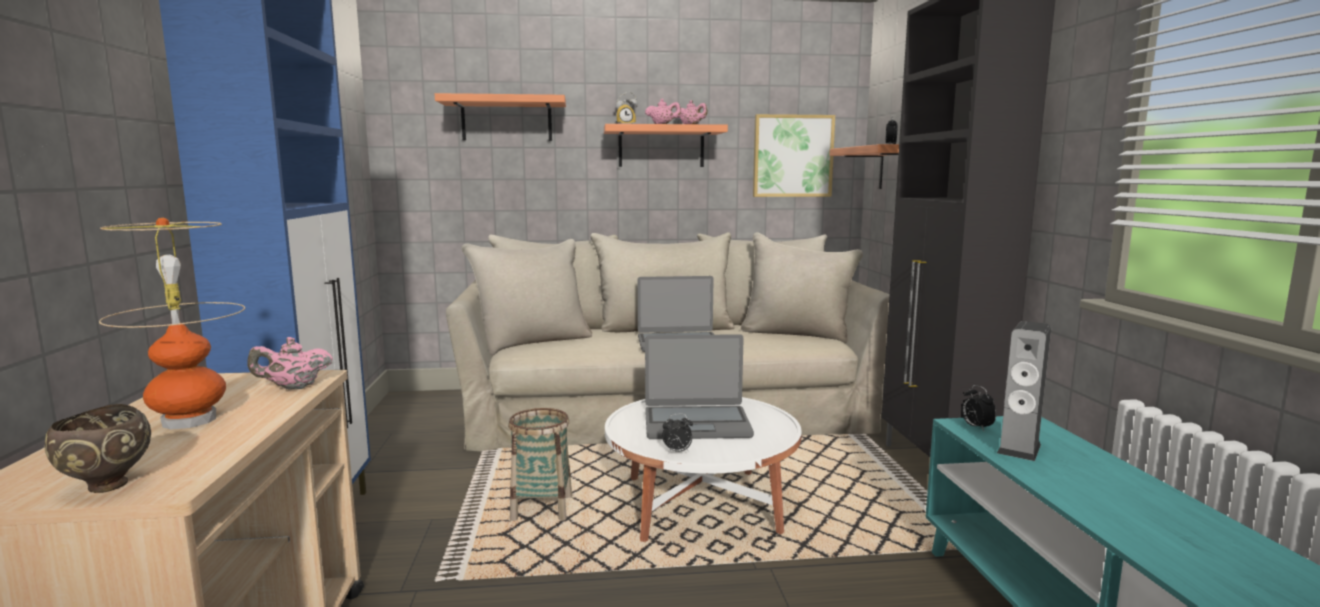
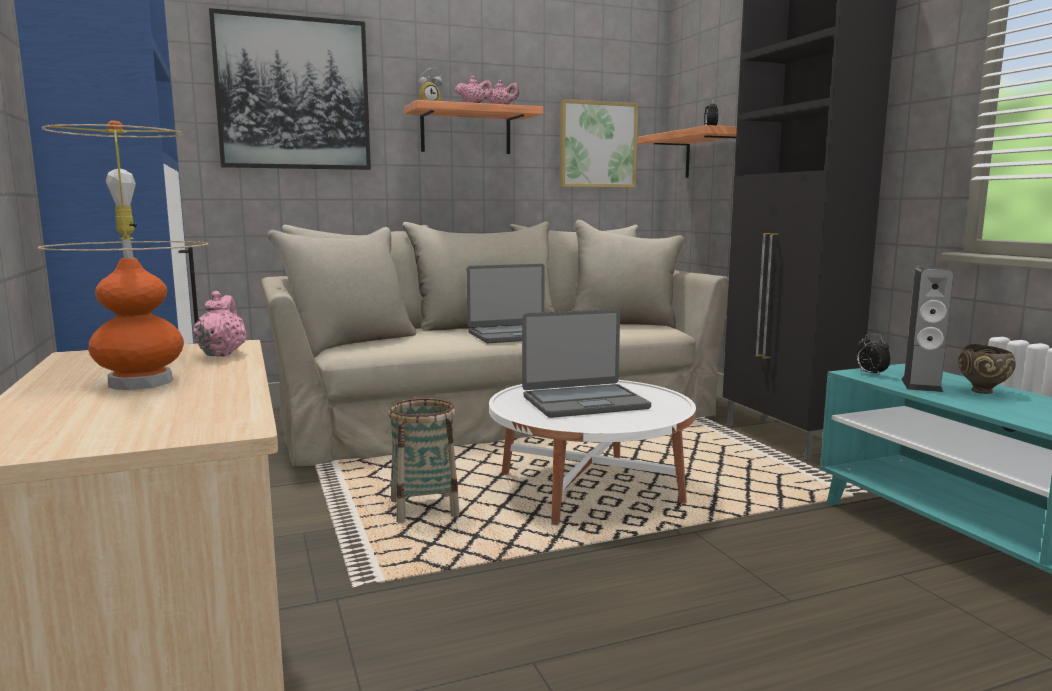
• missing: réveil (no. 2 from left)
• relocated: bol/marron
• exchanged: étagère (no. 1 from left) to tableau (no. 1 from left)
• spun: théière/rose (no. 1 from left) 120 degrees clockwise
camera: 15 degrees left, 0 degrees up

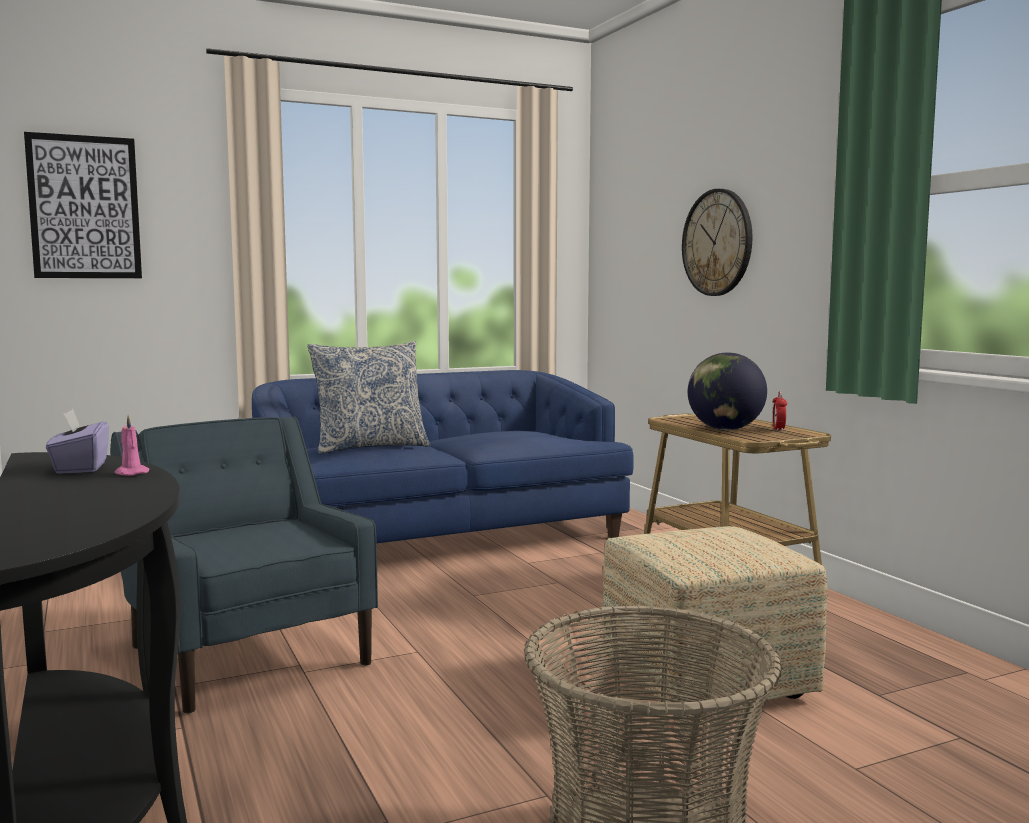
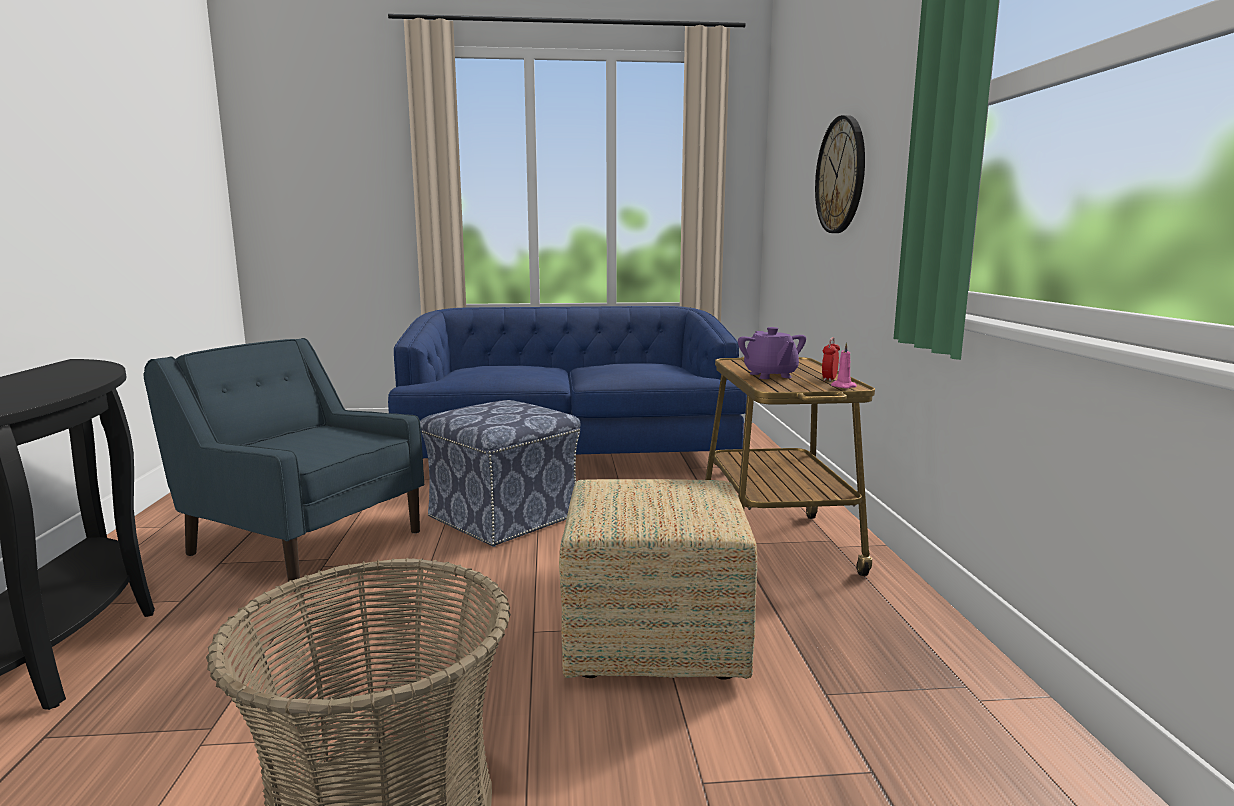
• missing: tableau
• missing: boîte à mouchoirs/violet
• missing: coussin
• appeared: pouf (no. 1 from left)
• relocated: bougie/rose
• exchanged: globe to théière/violet
• spun: fauteuil/bleu 45 degrees counterclockwise
camera: 20 degrees right, 5 degrees up

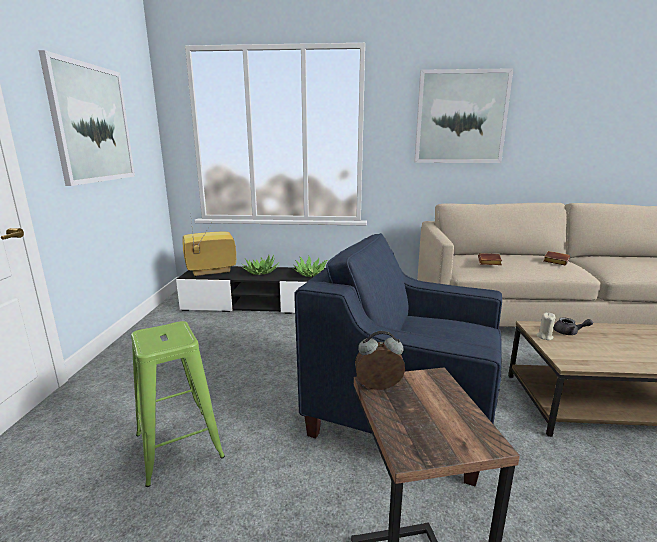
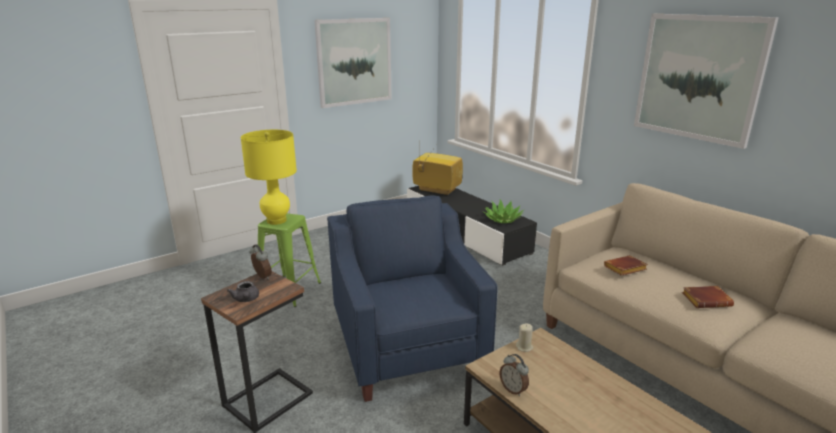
• missing: plante en pot (no. 1 from left)
• appeared: lampe de table/jaune
• appeared: réveil (no. 2 from left)
• relocated: théière/gris
camera: 50 degrees right, 5 degrees up

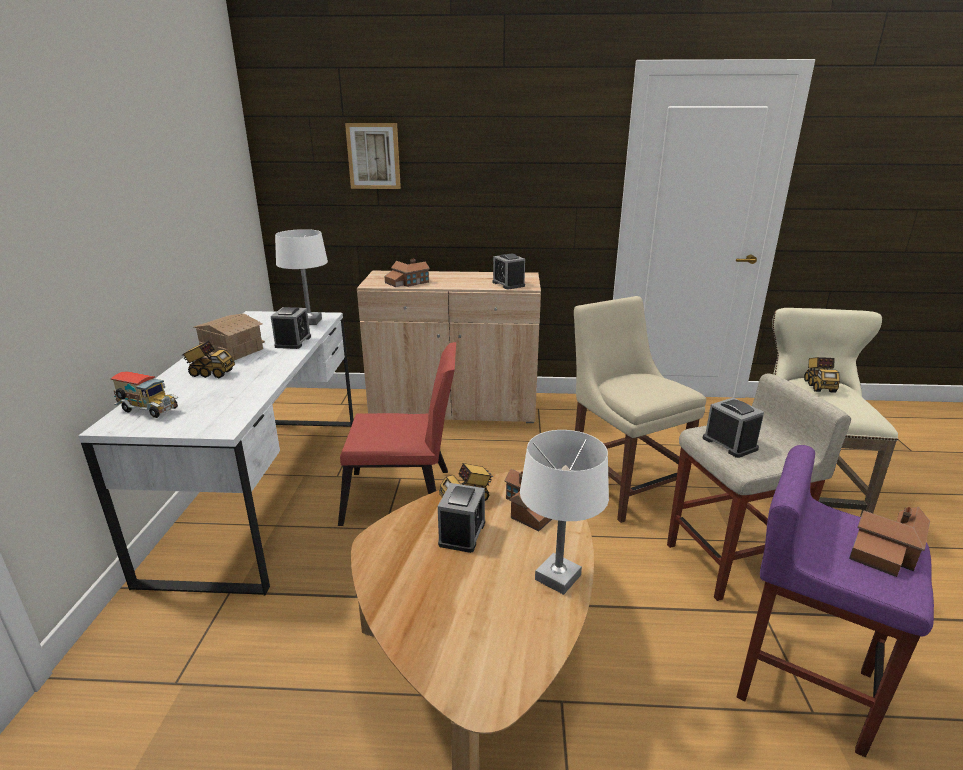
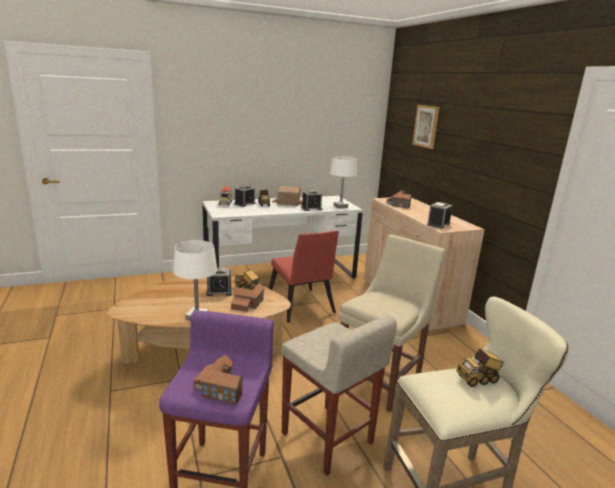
• relocated: réveil (no. 4 from left in the first image) to réveil (no. 2 from left)
camera: 65 degrees right, 5 degrees down

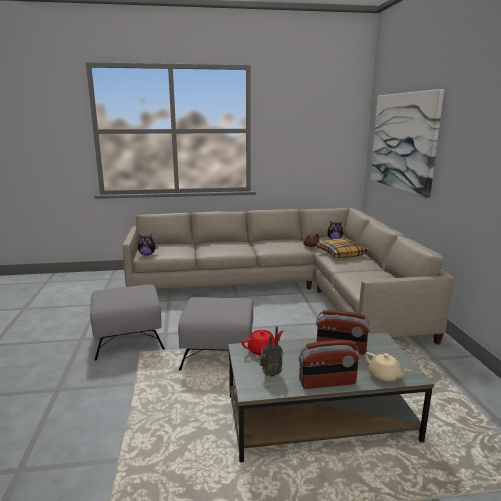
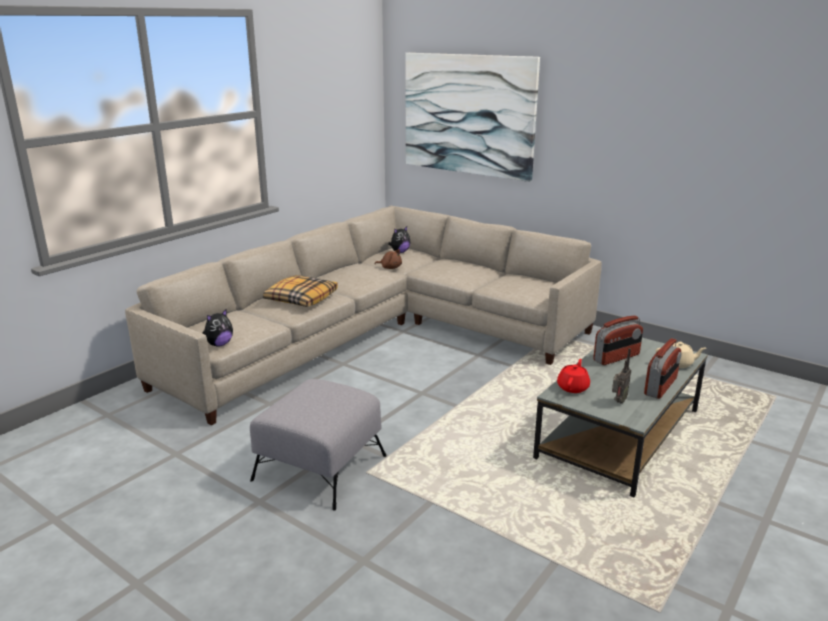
• missing: pouf/gris (no. 2 from left)
• relocated: coussin
camera: 45 degrees left, 5 degrees up

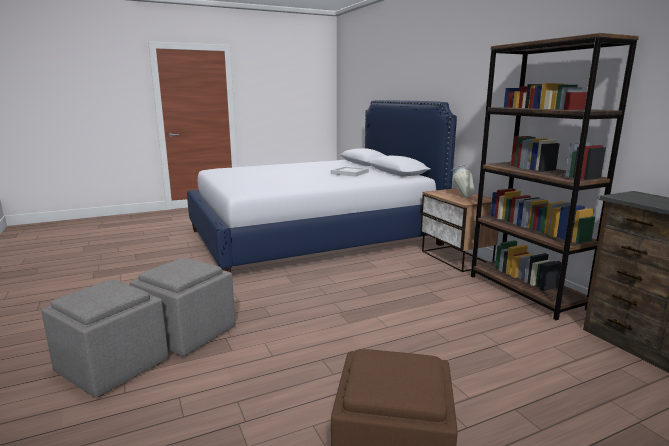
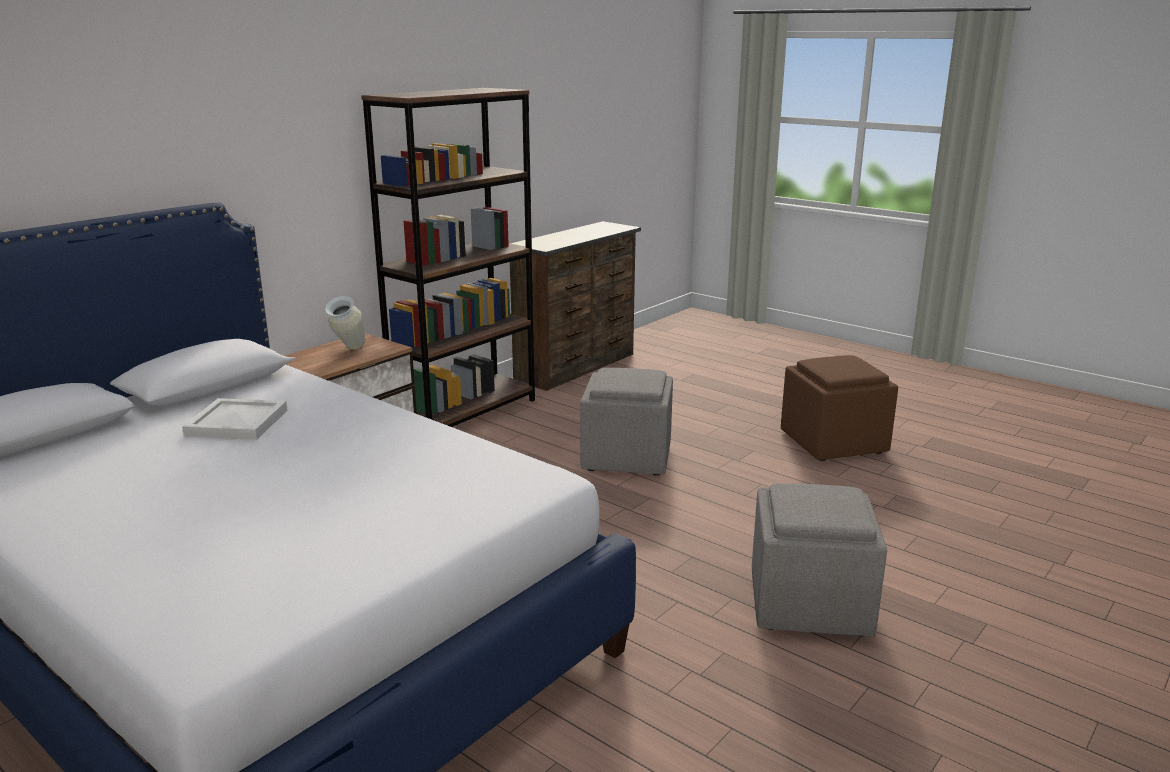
• relocated: pouf/gris (no. 1 from left)
camera: 115 degrees left, 5 degrees up

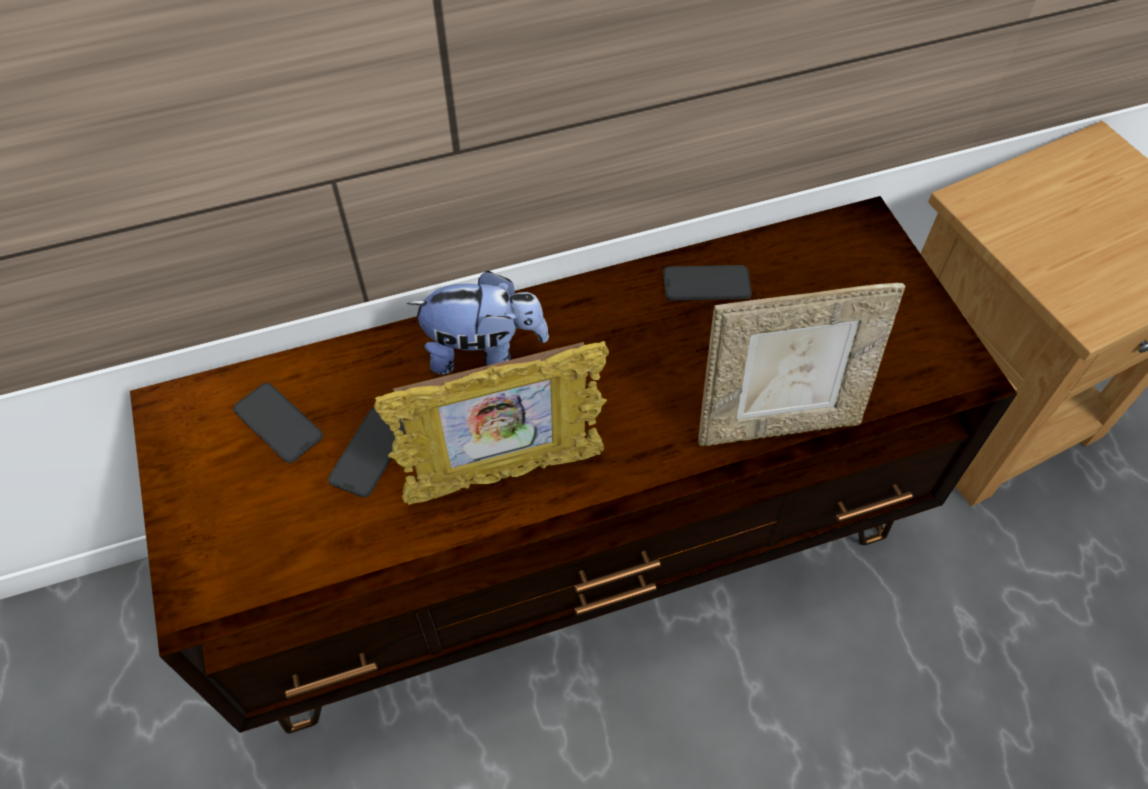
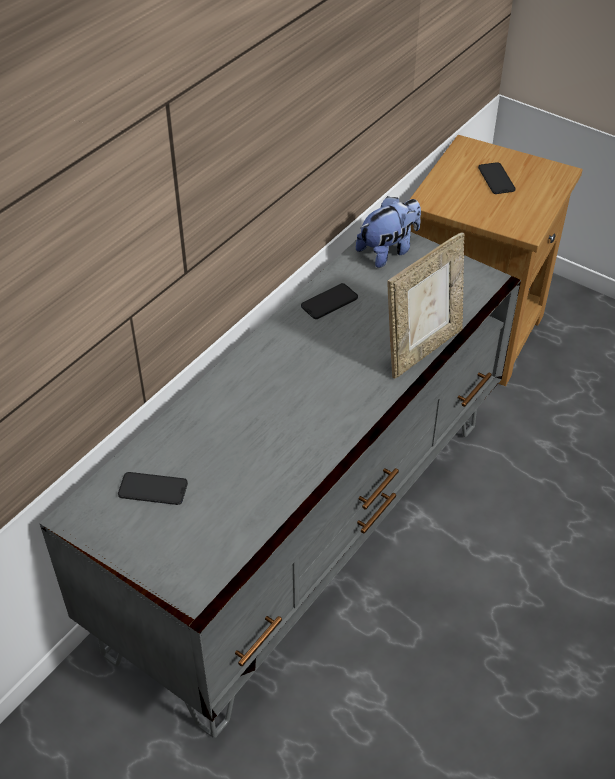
• missing: cadre photo (no. 1 from left)
• relocated: téléphone (no. 2 from left in the first image) to téléphone (no. 3 from left)
• relocated: peluche
• colour: meuble télé/marron to meuble télé/gris
camera: 35 degrees left, 10 degrees down

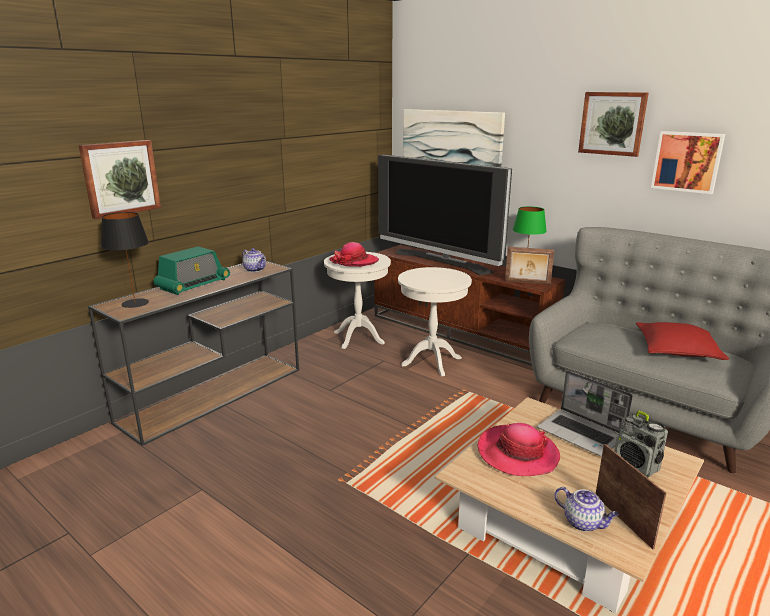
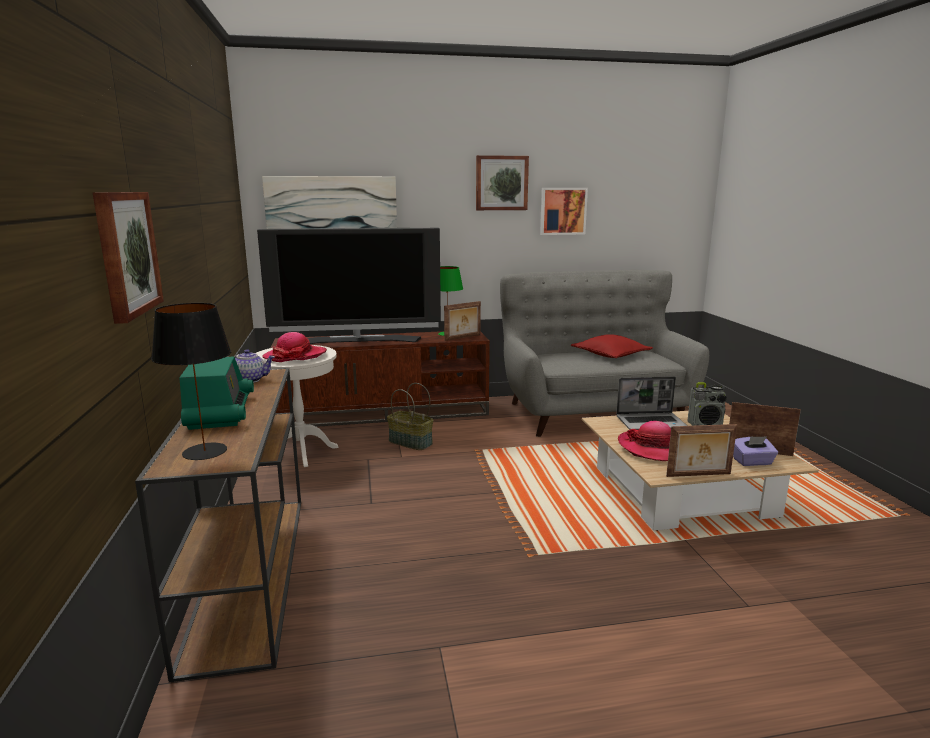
• appeared: cadre photo (no. 2 from left)
• exchanged: table d'appoint/blanc (no. 2 from left) to panier
• exchanged: théière (no. 2 from left) to boîte à mouchoirs/violet
camera: 50 degrees left, 5 degrees down

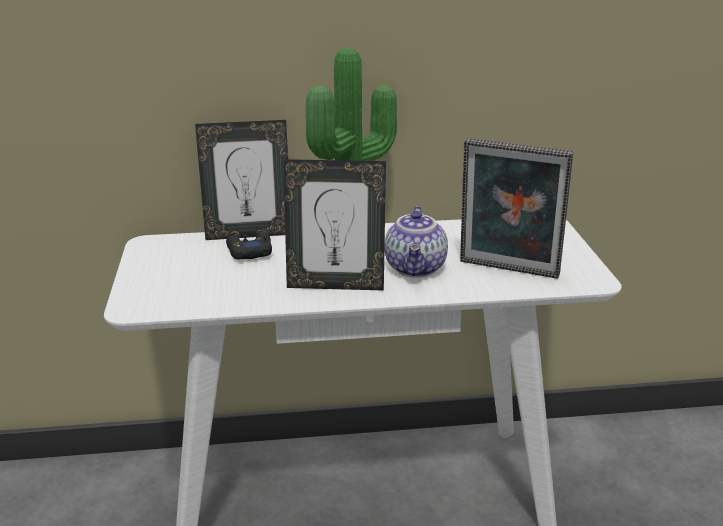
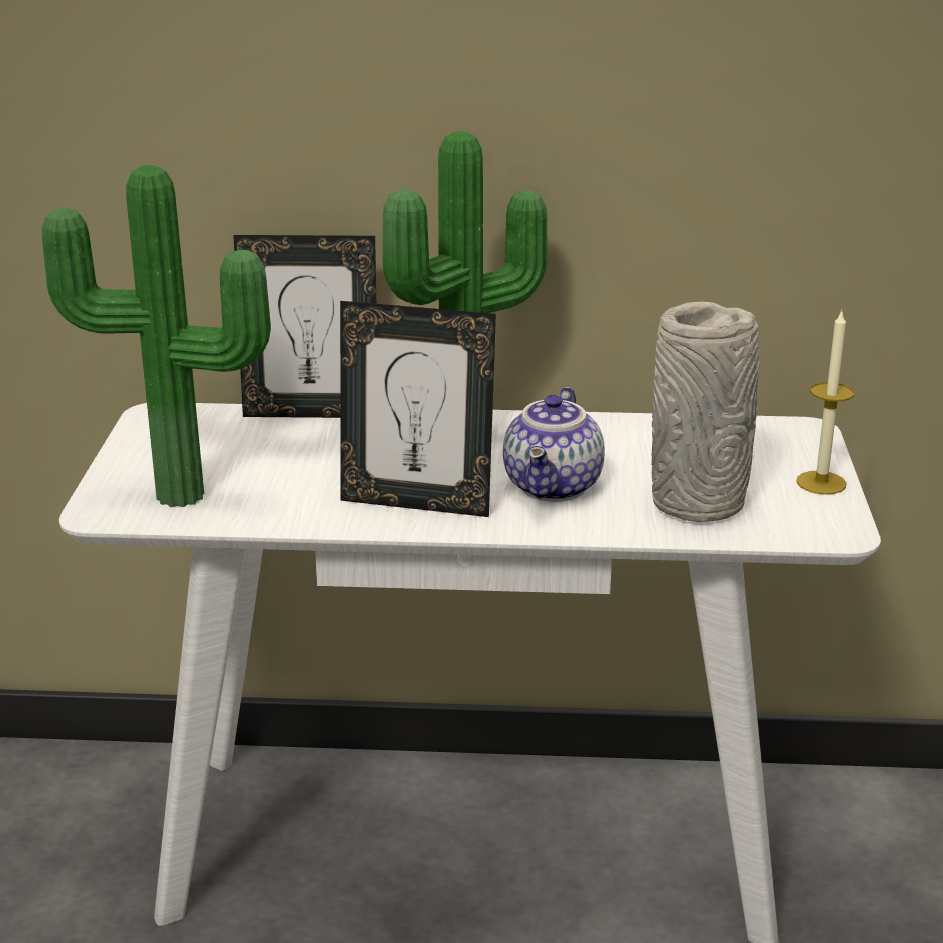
• missing: manette/noir
• appeared: plante en pot (no. 1 from left)
• appeared: bougie
• exchanged: cadre photo (no. 3 from left) to vase/gris
camera: 10 degrees right, 0 degrees up

